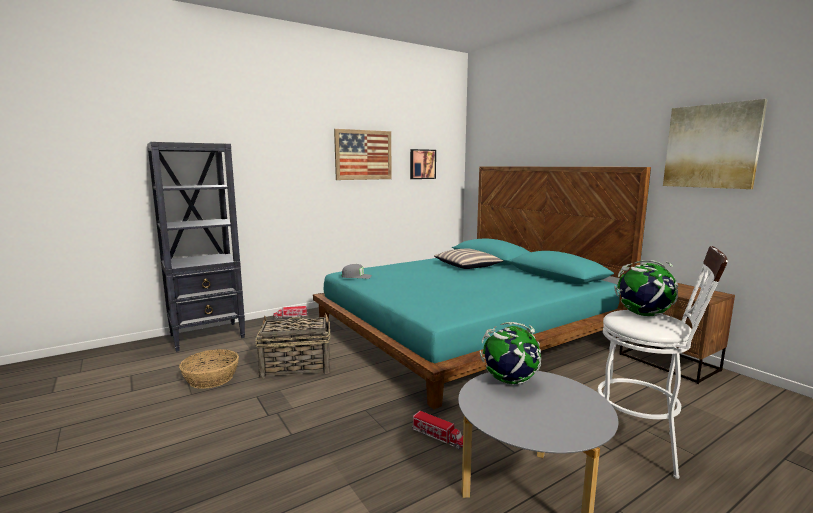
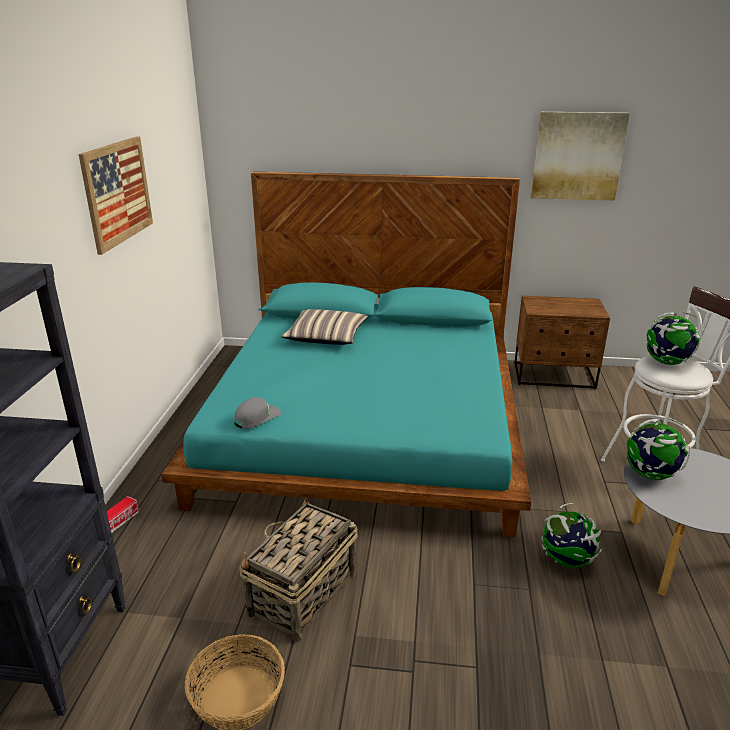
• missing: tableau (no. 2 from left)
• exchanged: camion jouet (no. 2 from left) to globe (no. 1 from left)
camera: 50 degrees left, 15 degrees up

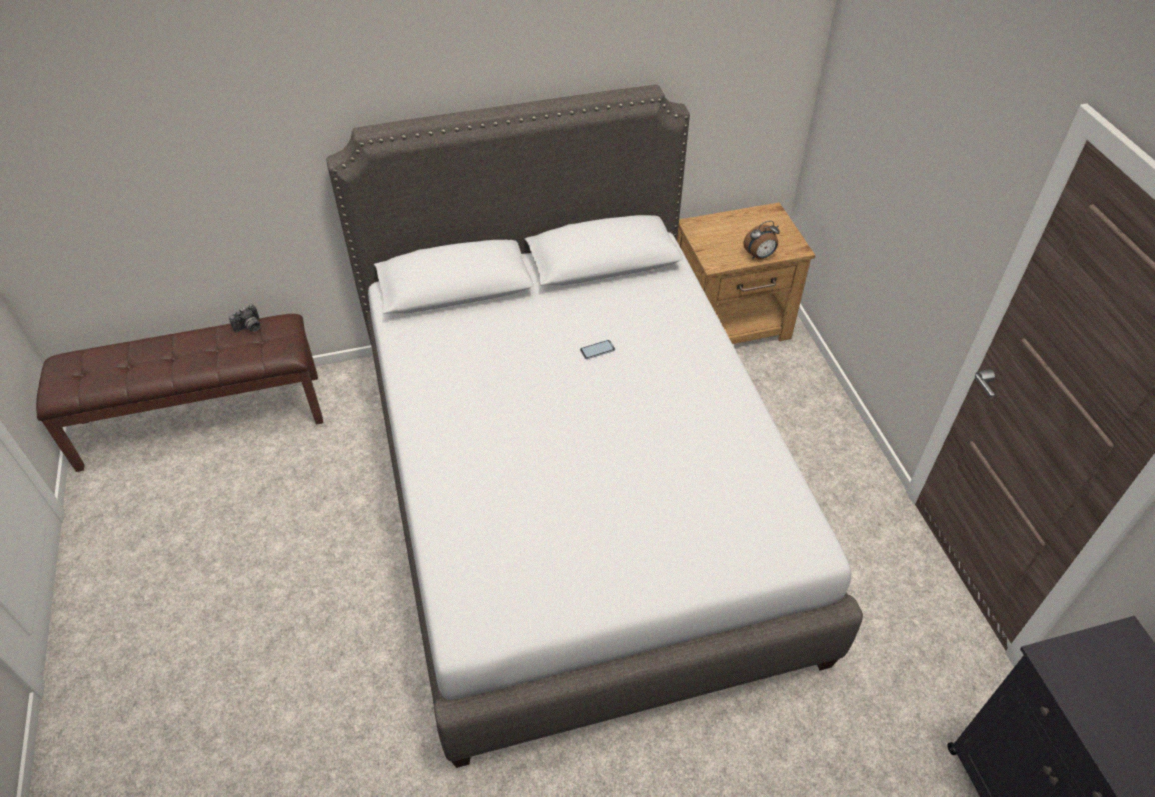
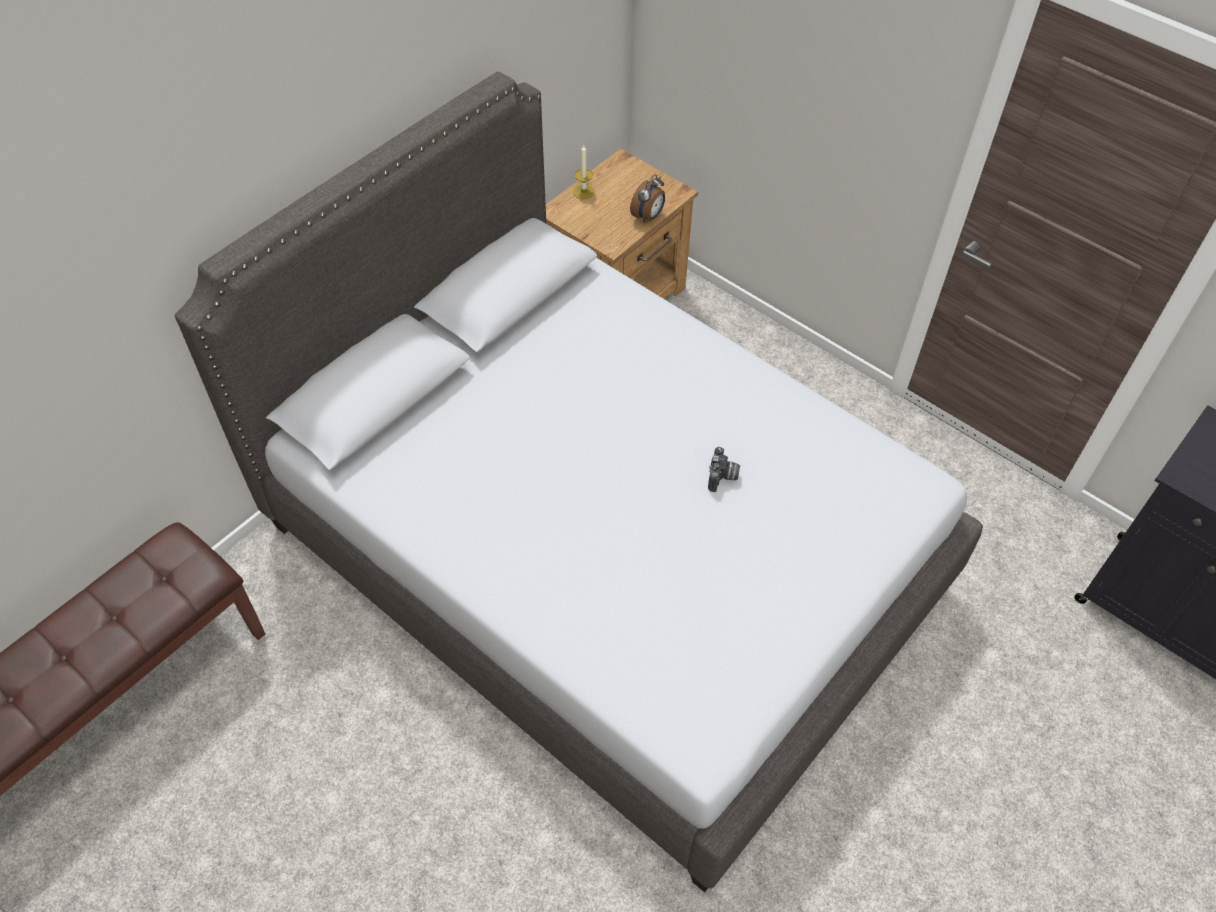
• missing: téléphone
• appeared: bougie
• relocated: appareil photo
camera: 35 degrees left, 5 degrees up

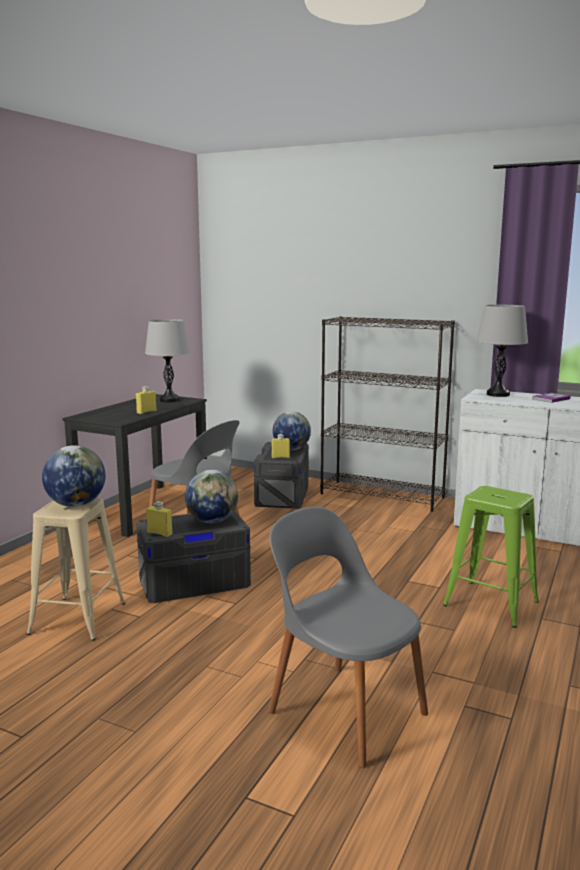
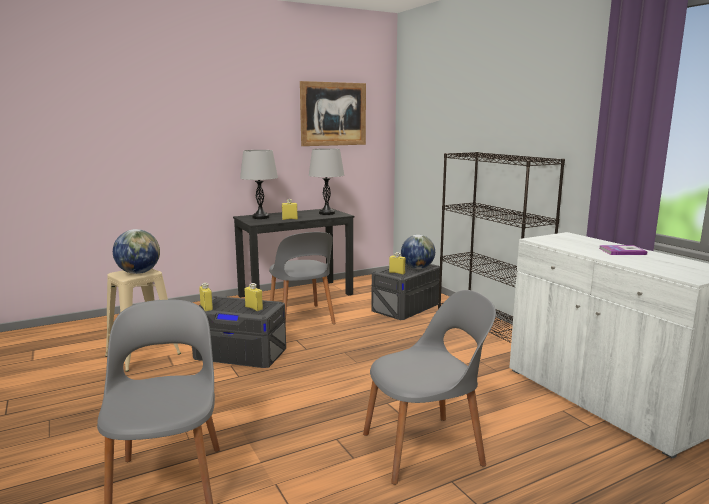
• appeared: tableau
• relocated: lampe de table/gris (no. 2 from left in the first image) to lampe de table/gris (no. 1 from left)
• exchanged: globe (no. 2 from left) to bouteille/jaune (no. 2 from left)
• exchanged: tabouret/vert to chaise/gris (no. 3 from left)
camera: 35 degrees right, 0 degrees up

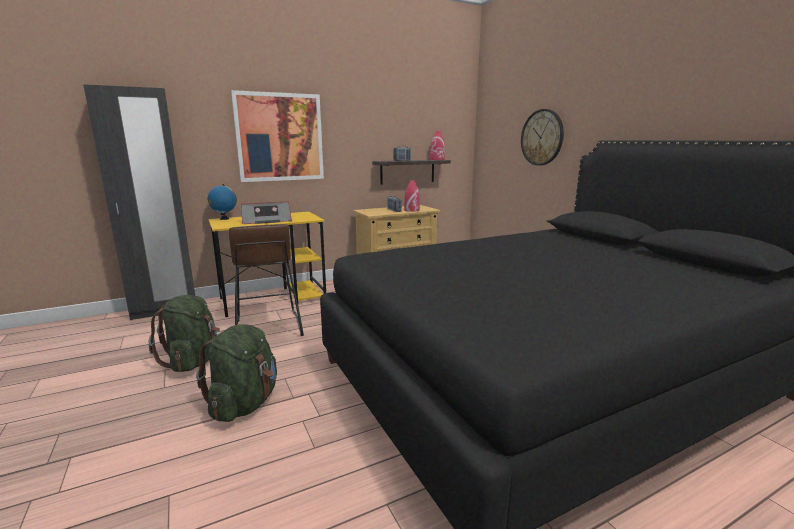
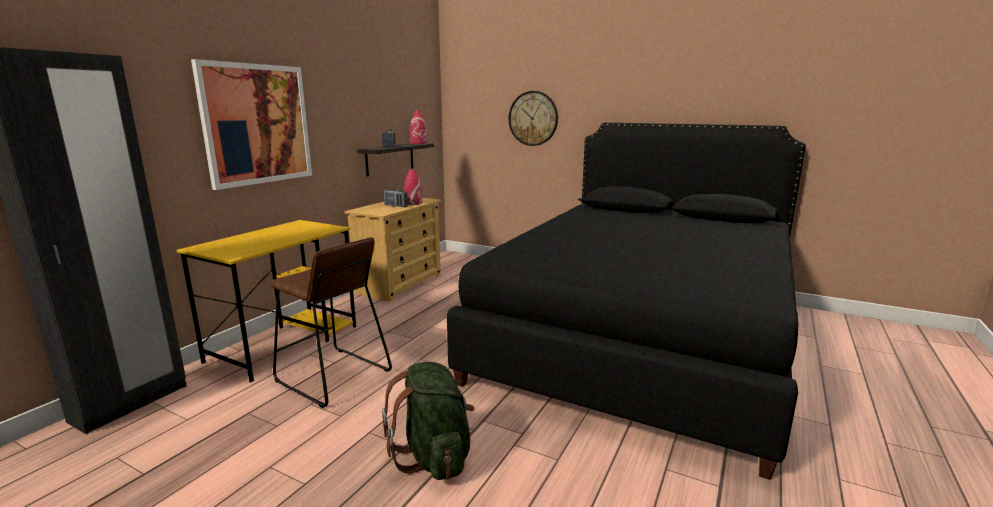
• missing: sac à dos/vert (no. 1 from left)
• missing: globe
• missing: radio (no. 1 from left)
camera: 35 degrees left, 0 degrees up

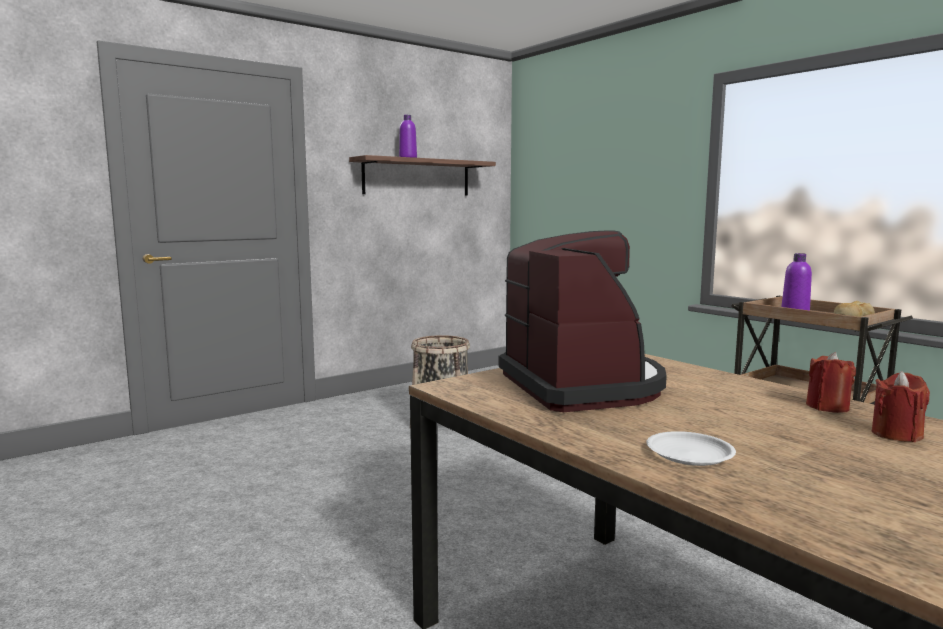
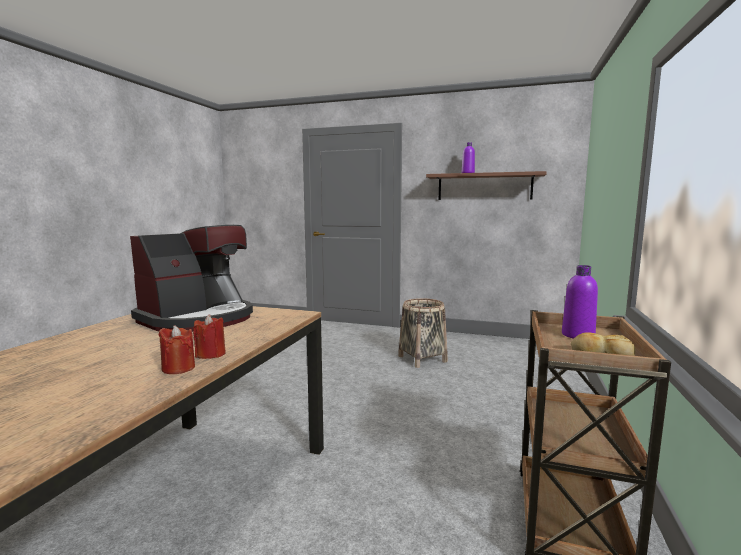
• missing: assiette/blanc
• relocated: bougie/rouge (no. 2 from left)
camera: 55 degrees right, 0 degrees up

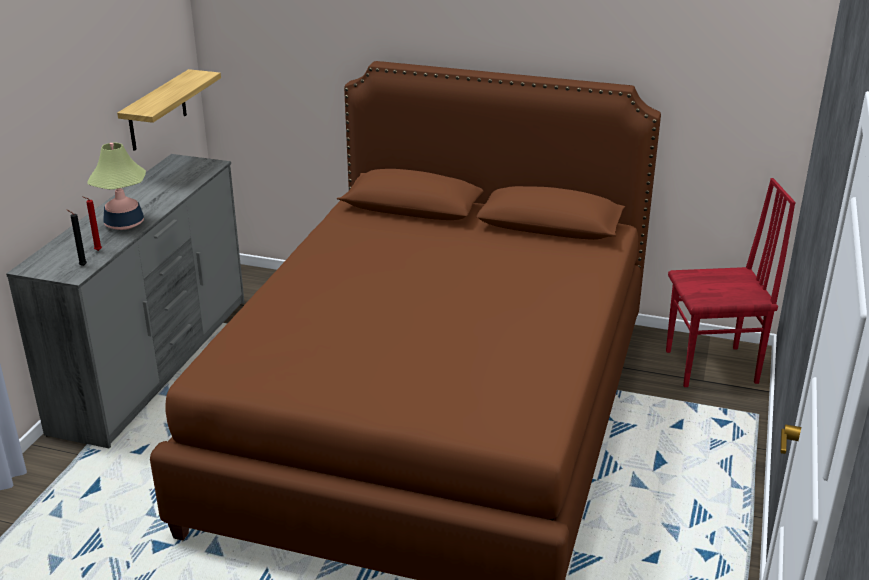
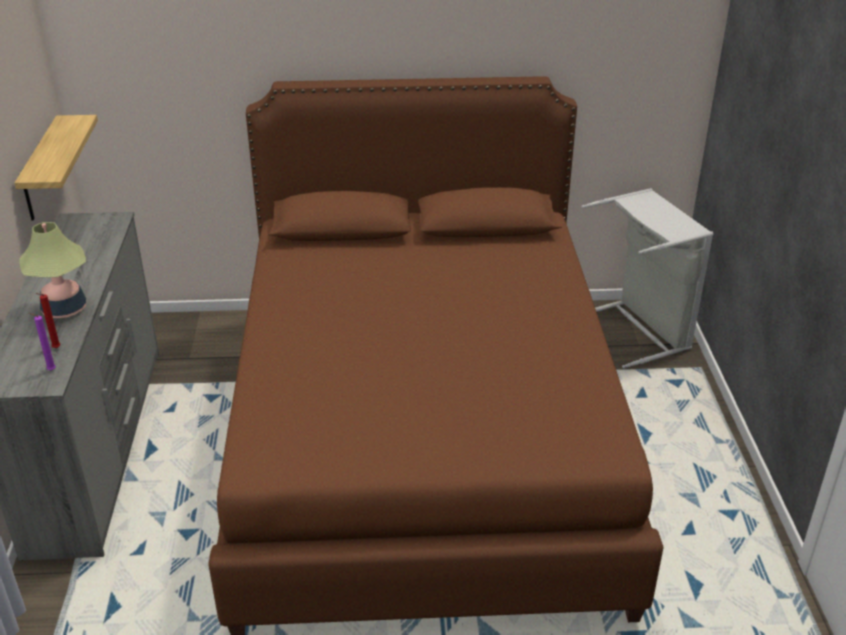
• exchanged: chaise/rouge to panier à linge/gris
• colour: bougie/noir to bougie/violet
camera: 20 degrees left, 5 degrees up

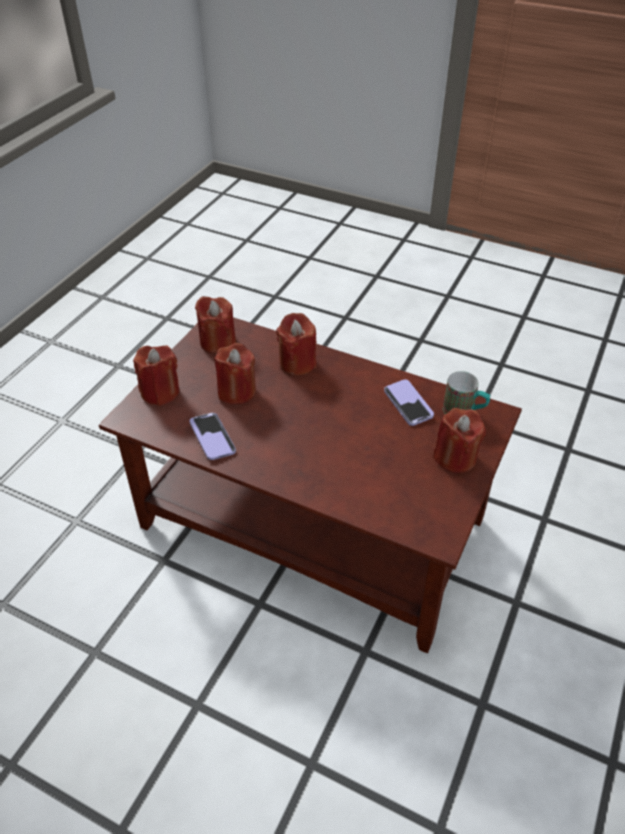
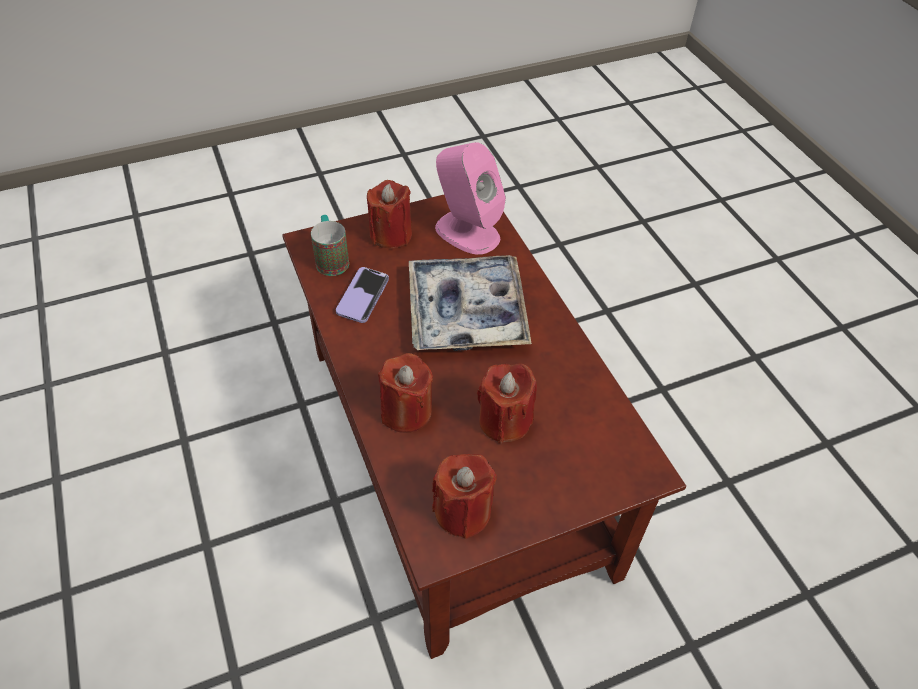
• missing: bougie/rouge (no. 1 from left)
• missing: téléphone (no. 1 from left)
• appeared: plateau
• appeared: enceinte/rose
camera: 140 degrees left, 5 degrees up

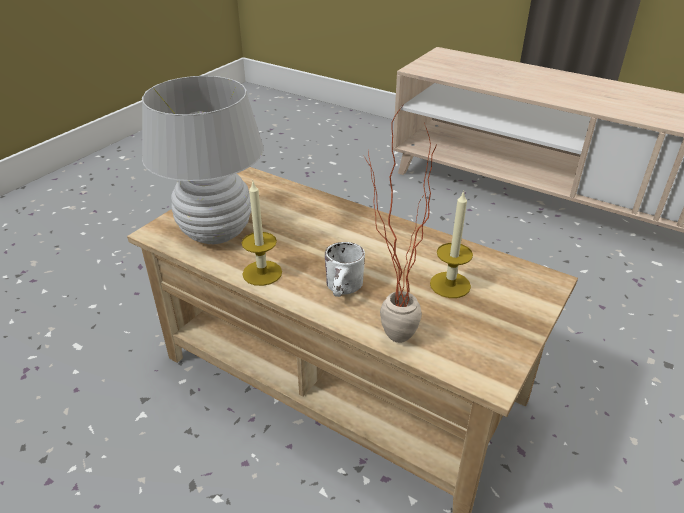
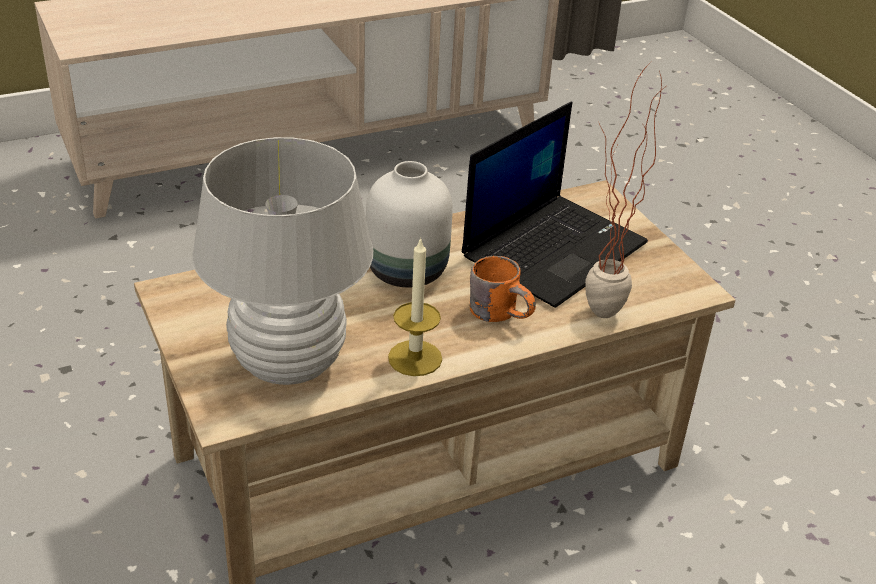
• appeared: vase/blanc
• exchanged: bougie (no. 2 from left) to ordinateur portable
• colour: mug/blanc to mug/orange
camera: 60 degrees left, 0 degrees up

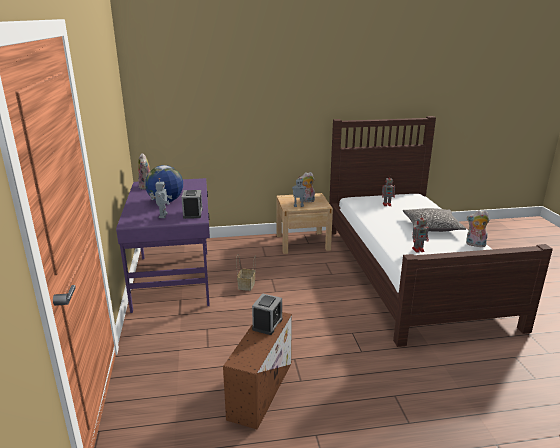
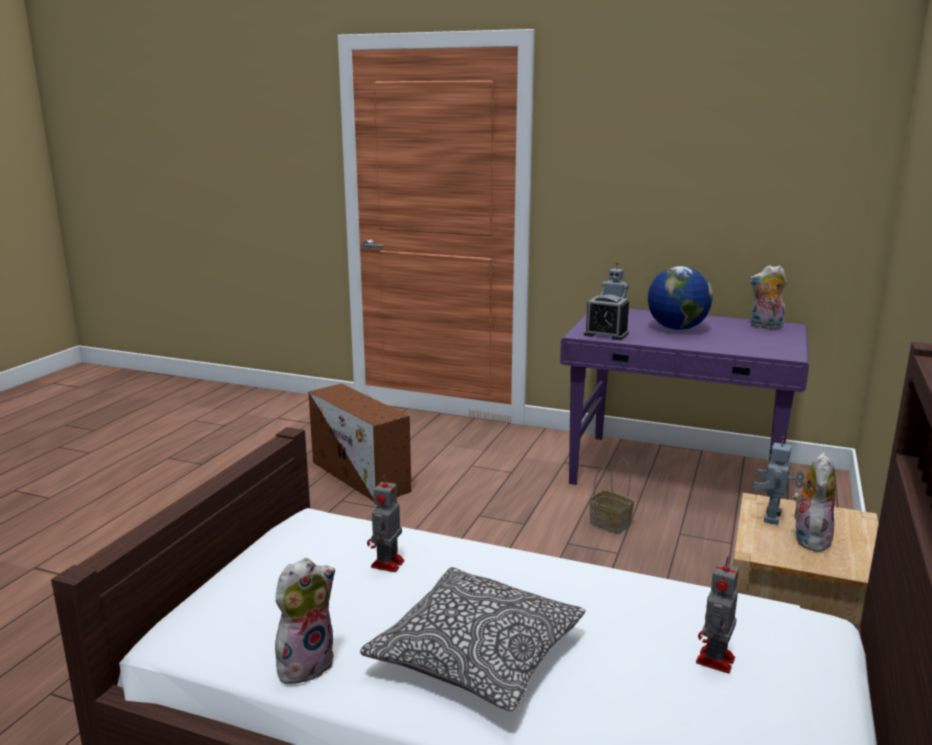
• missing: réveil (no. 2 from left)
camera: 120 degrees right, 5 degrees down

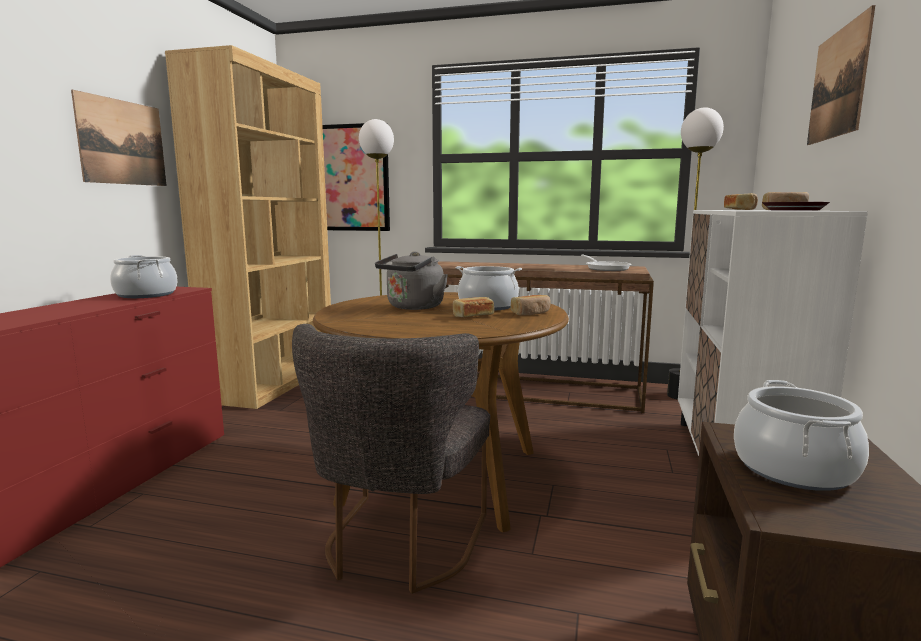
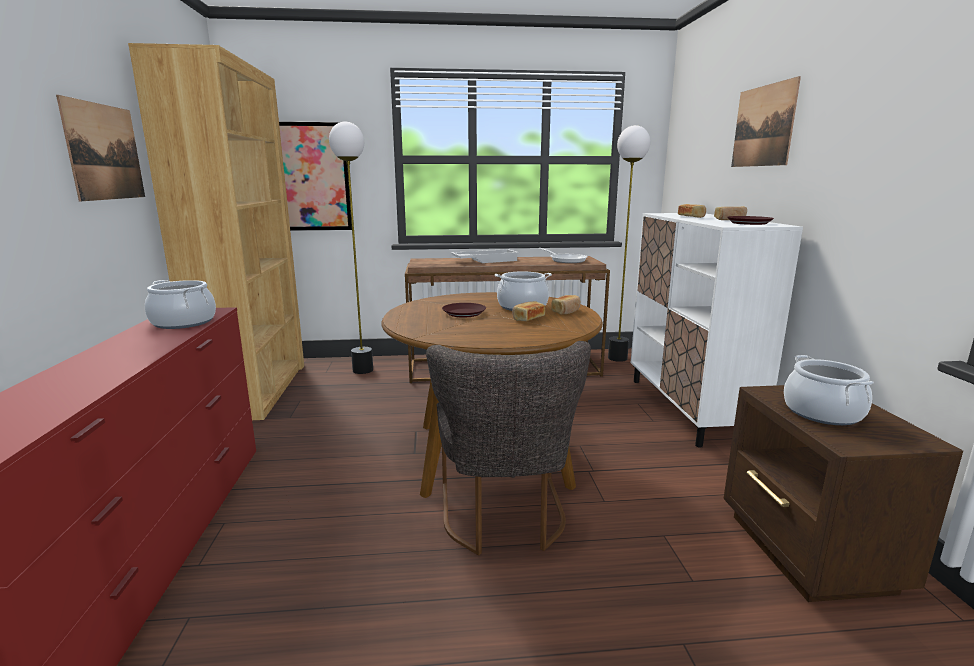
• appeared: plateau/blanc
• exchanged: bouilloire/gris to assiette/marron (no. 1 from left)
camera: 20 degrees left, 5 degrees up

